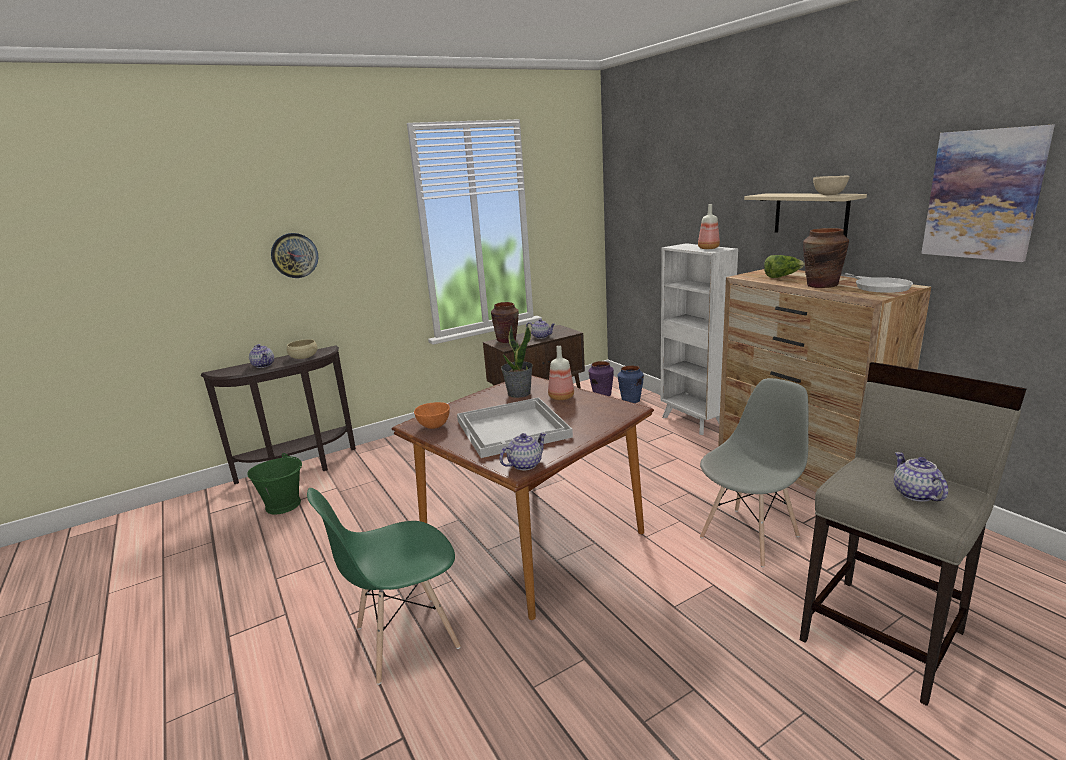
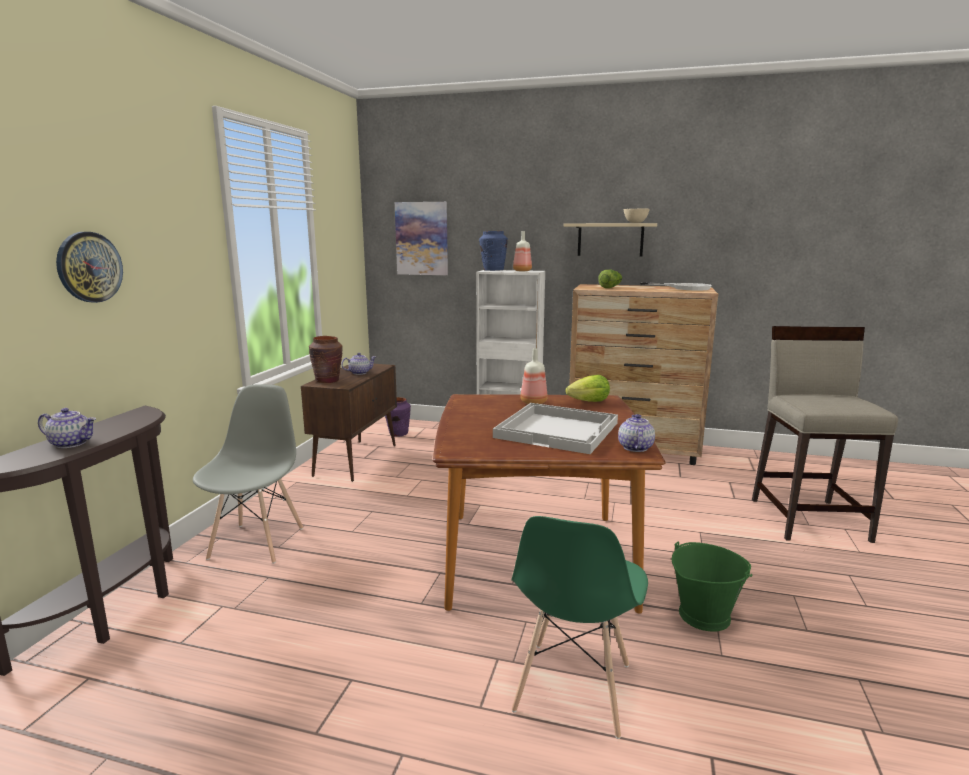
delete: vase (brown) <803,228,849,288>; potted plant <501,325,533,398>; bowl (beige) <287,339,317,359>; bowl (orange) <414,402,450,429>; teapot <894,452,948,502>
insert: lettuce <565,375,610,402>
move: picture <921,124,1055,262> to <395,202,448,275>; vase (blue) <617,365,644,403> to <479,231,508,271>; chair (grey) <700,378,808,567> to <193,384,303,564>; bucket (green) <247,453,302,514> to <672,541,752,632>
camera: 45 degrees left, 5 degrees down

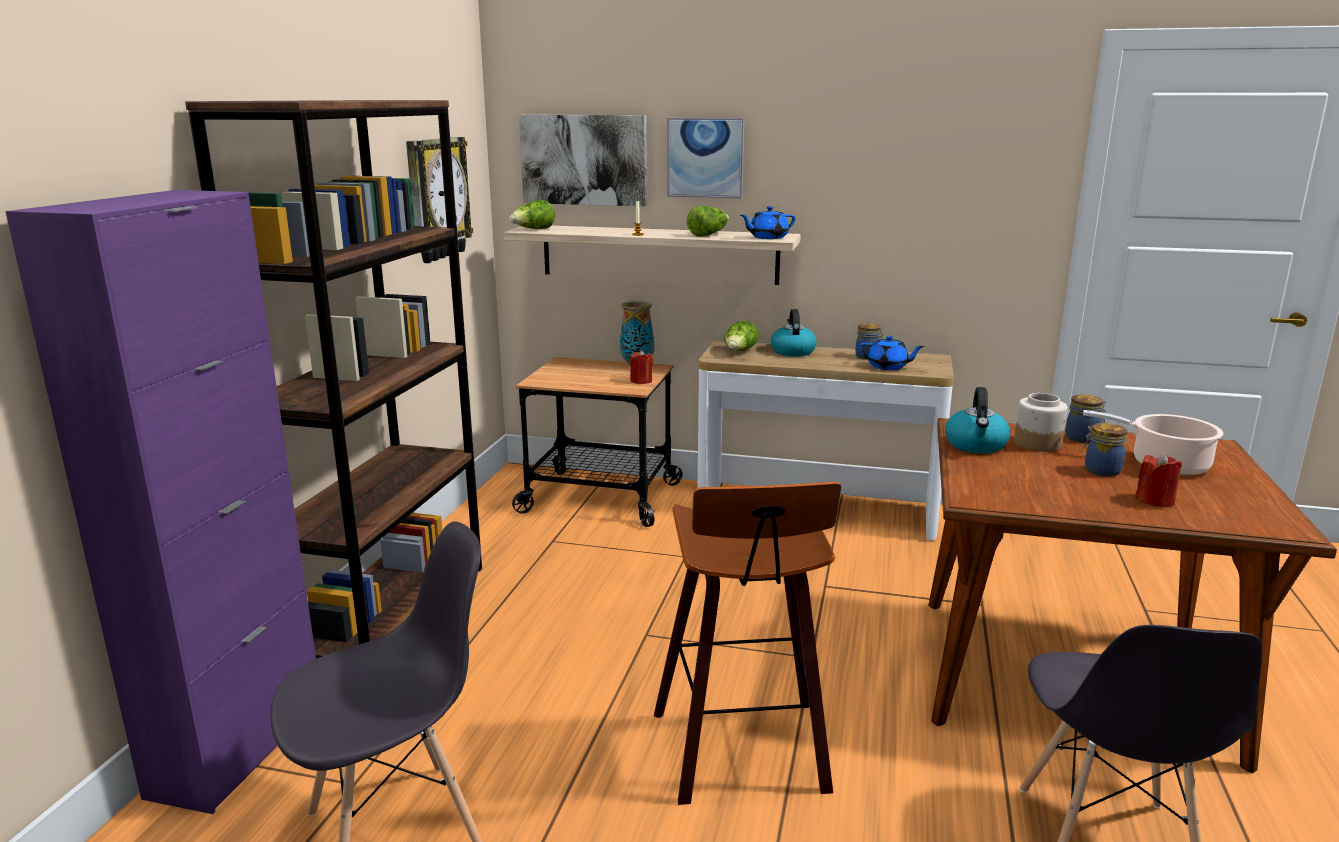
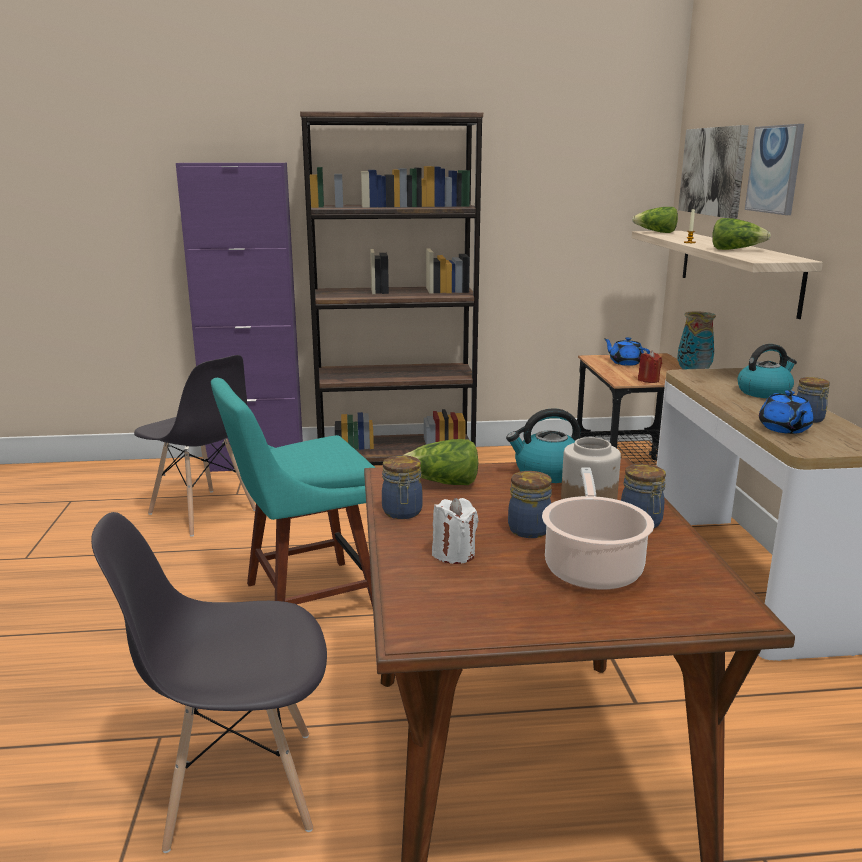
delete: wall clock <406,137,473,263>
insert: jar <382,455,423,519>
move: teapot (blue) <741,206,796,239> to <604,337,650,366>; lettuce <724,321,758,351> to <404,439,478,485>
replace: stool <654,482,841,805> to chair (turquoise) <211,378,375,607>
recolor: candle (red) <1135,453,1182,508> to candle (white) <432,498,479,564>
camera: 70 degrees right, 0 degrees up

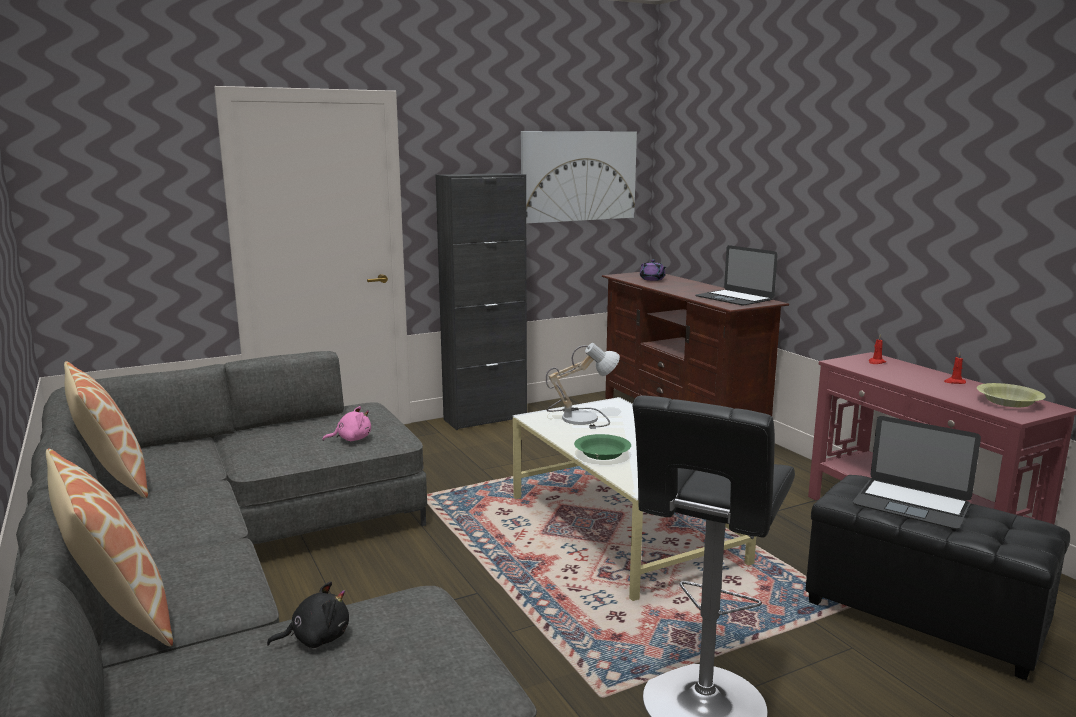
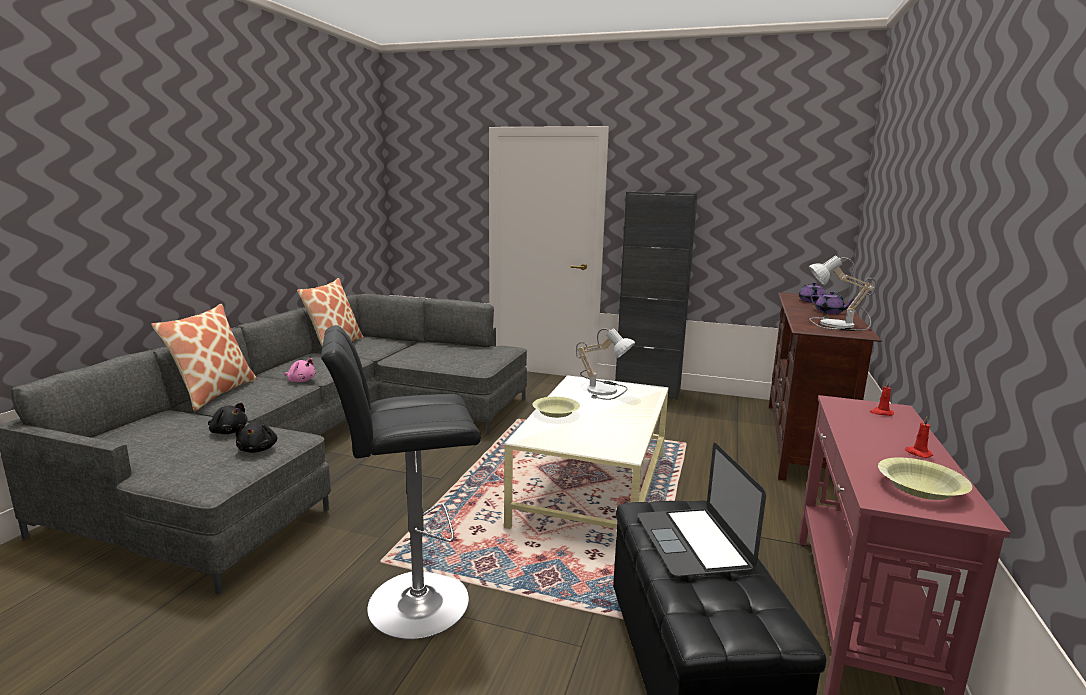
delete: picture <521,131,637,224>
insert: teapot (purple) <811,291,854,314>; plush toy (black) <236,422,277,453>
move: plush toy (pink) <323,406,371,441> to <284,358,316,382>
replace: laptop <695,245,778,305> to table lamp <809,255,877,331>
recolor: bowl (green) <574,434,631,460> to bowl (yellow) <533,397,580,418>
camera: 45 degrees right, 0 degrees up

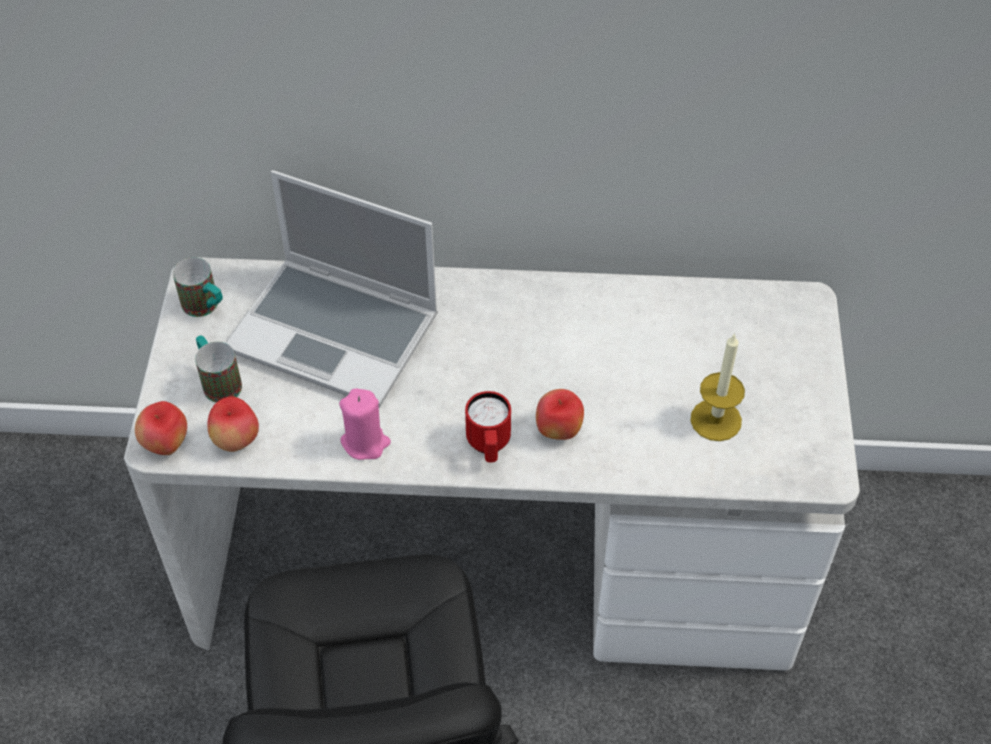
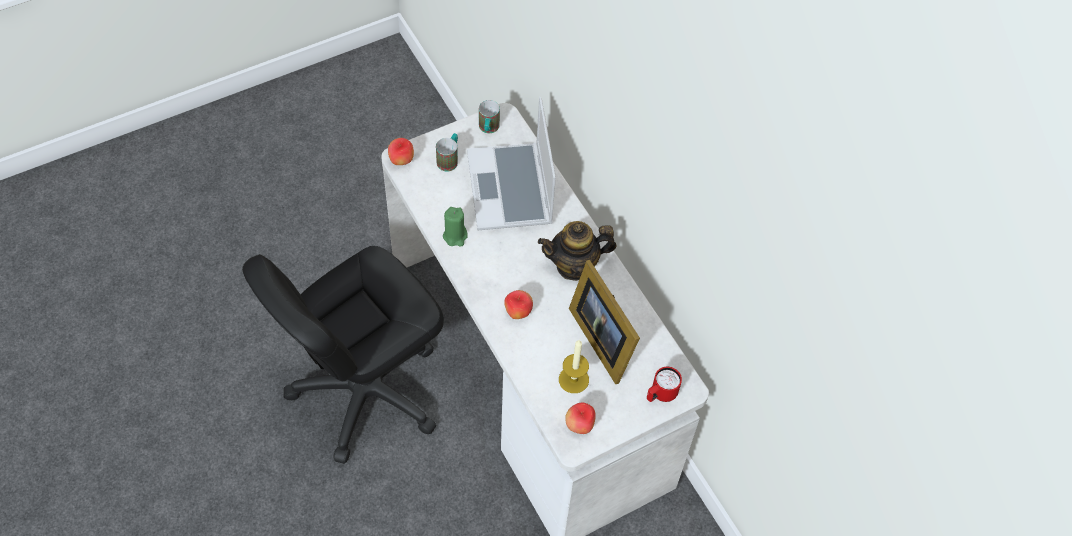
insert: teapot <538,221,616,281>; picture frame <569,260,640,384>
move: mug (red) <465,391,511,463> to <647,367,682,402>; apple <207,396,259,452> to <565,403,596,434>
recolor: candle (pink) <339,389,391,460> to candle (green) <443,207,468,246>
camera: 55 degrees right, 5 degrees up

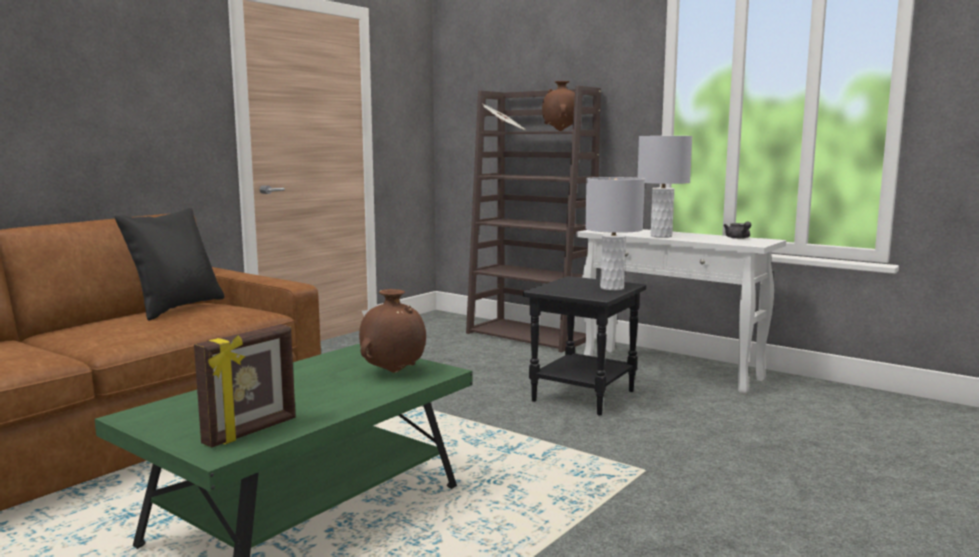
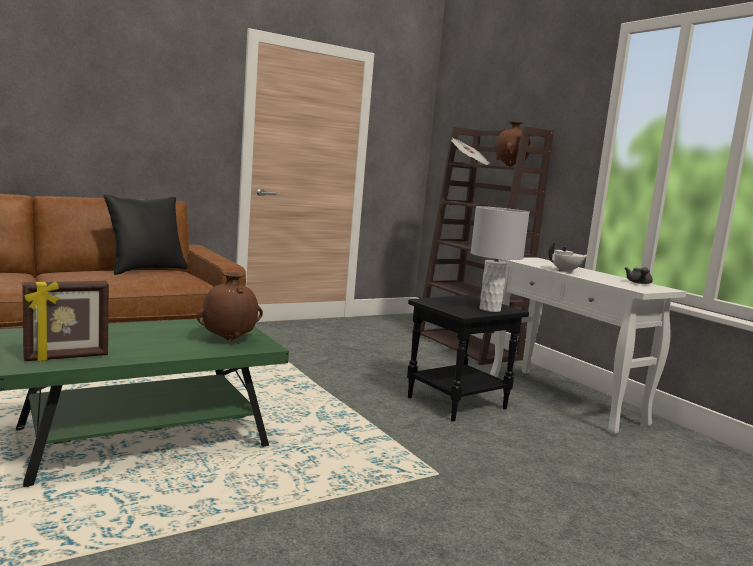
replace: table lamp (grey) <638,136,692,238> to teapot (white) <548,242,588,273>
camera: 20 degrees right, 0 degrees up

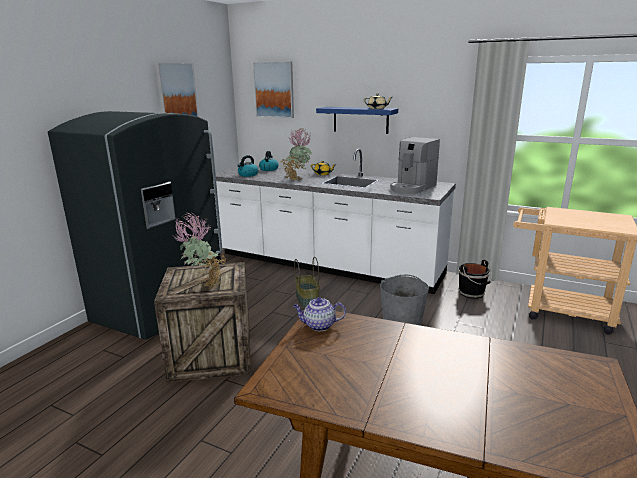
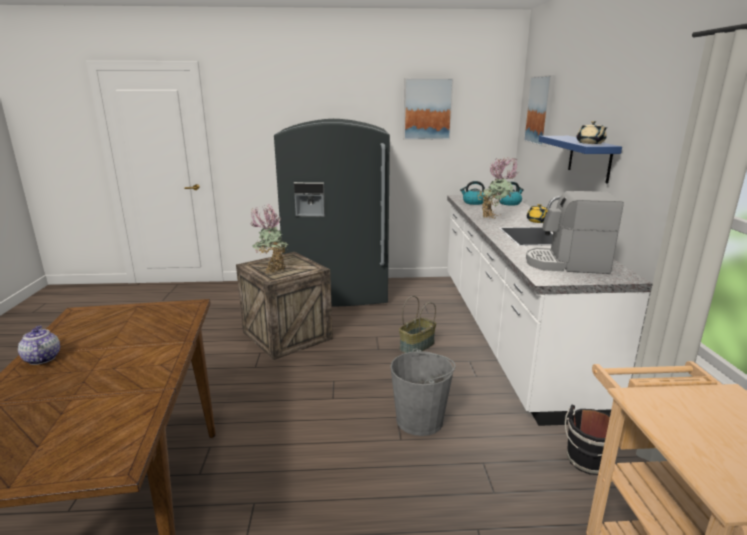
move: teapot <293,297,346,331> to <18,325,60,365>
camera: 60 degrees right, 0 degrees up

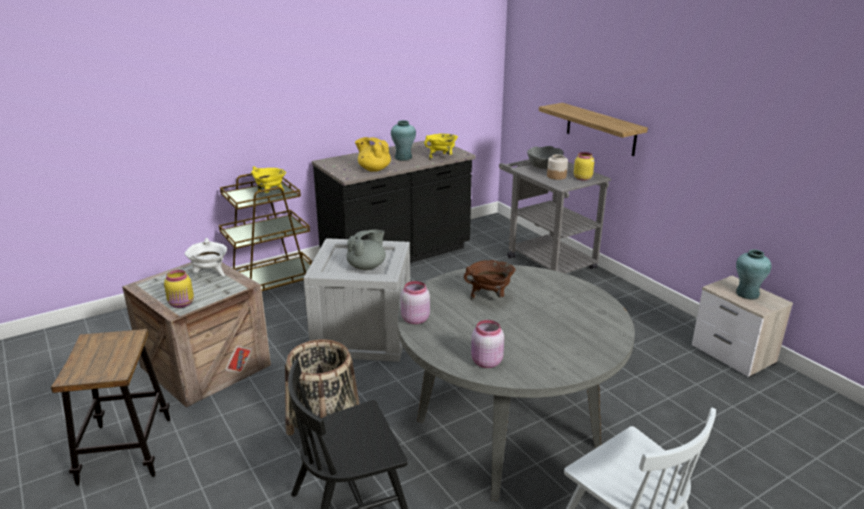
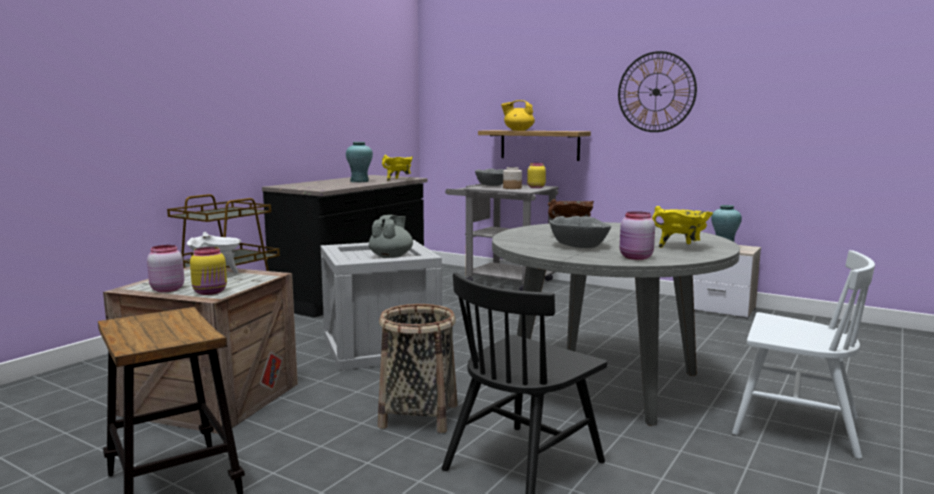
insert: wall clock <618,51,697,132>; bowl (grey) <549,216,611,248>
move: teapot (yellow) <355,137,391,172> to <501,100,535,131>; cooking pot (yellow) <251,166,286,193> to <652,206,713,248>; jar (pink) <401,281,430,324> to <147,245,184,292>
camera: 25 degrees left, 15 degrees down

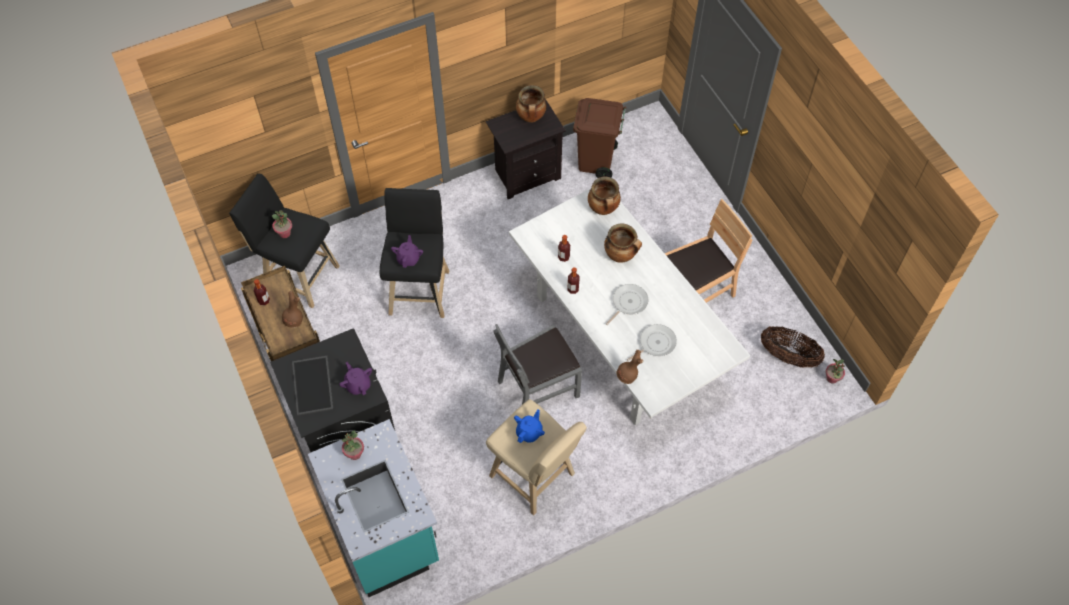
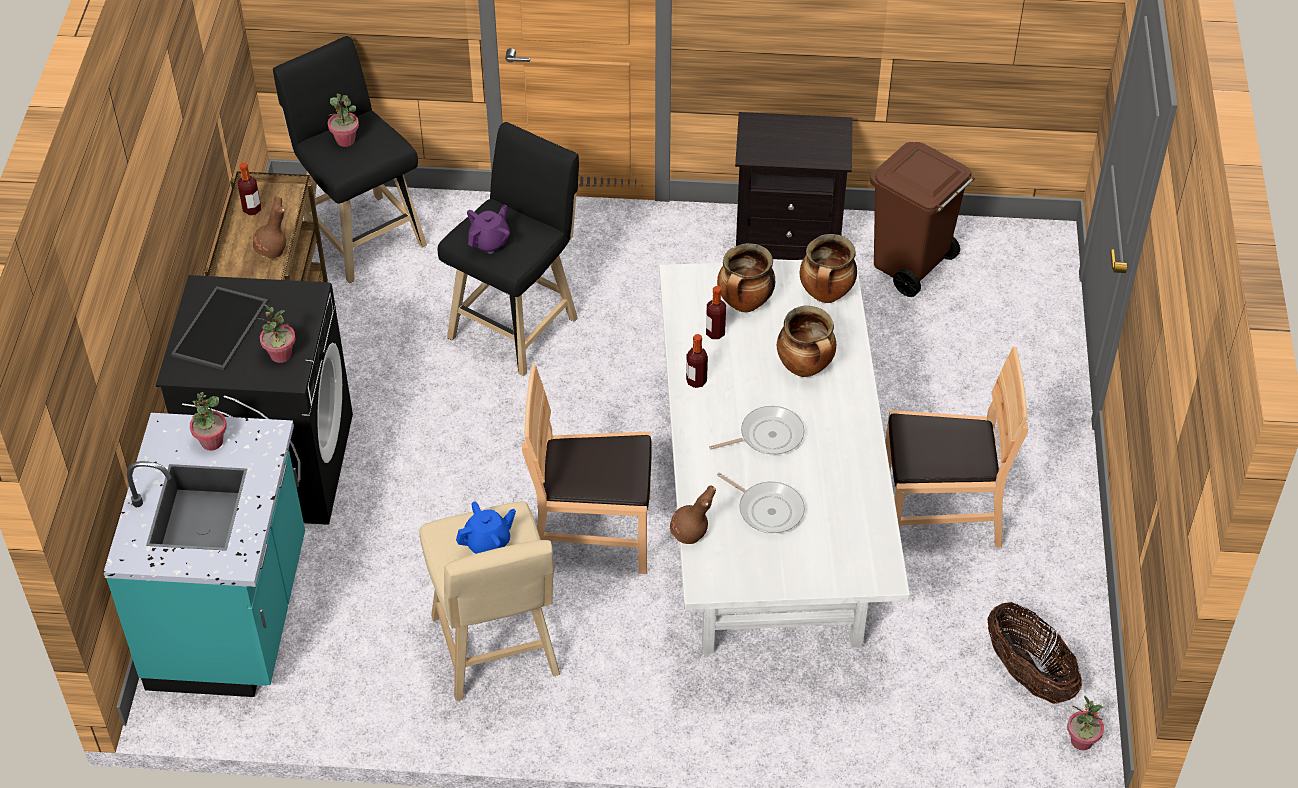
move: cooking pot <516,85,547,122> to <717,243,775,313>
replace: teapot (purple) <339,362,372,395> to potted plant <257,304,296,363>
recolor: chair (grey) <494,324,582,405> to chair (brown) <522,365,652,574>
rotate: frying pan <627,324,677,361> = <717,472,805,533> 45 degrees clockwise
camera: 30 degrees right, 10 degrees down

